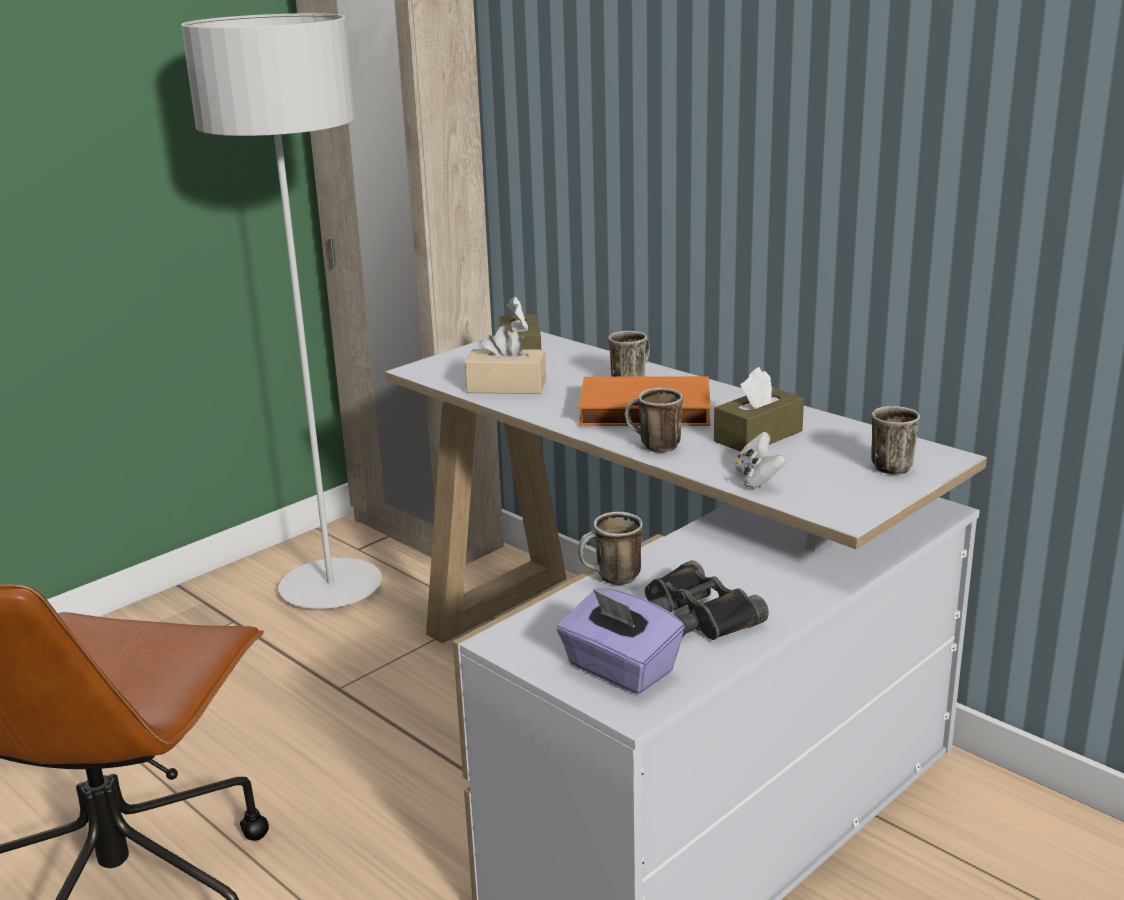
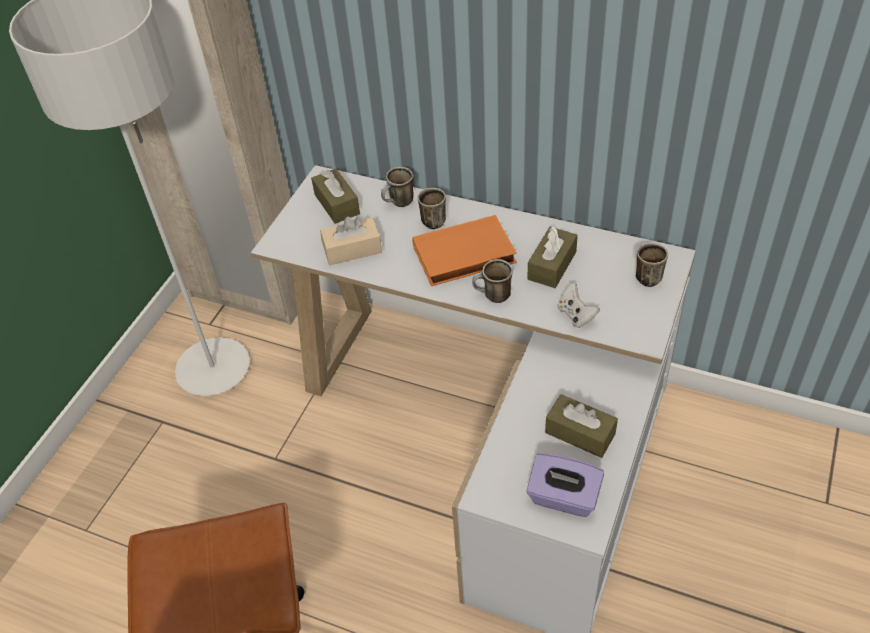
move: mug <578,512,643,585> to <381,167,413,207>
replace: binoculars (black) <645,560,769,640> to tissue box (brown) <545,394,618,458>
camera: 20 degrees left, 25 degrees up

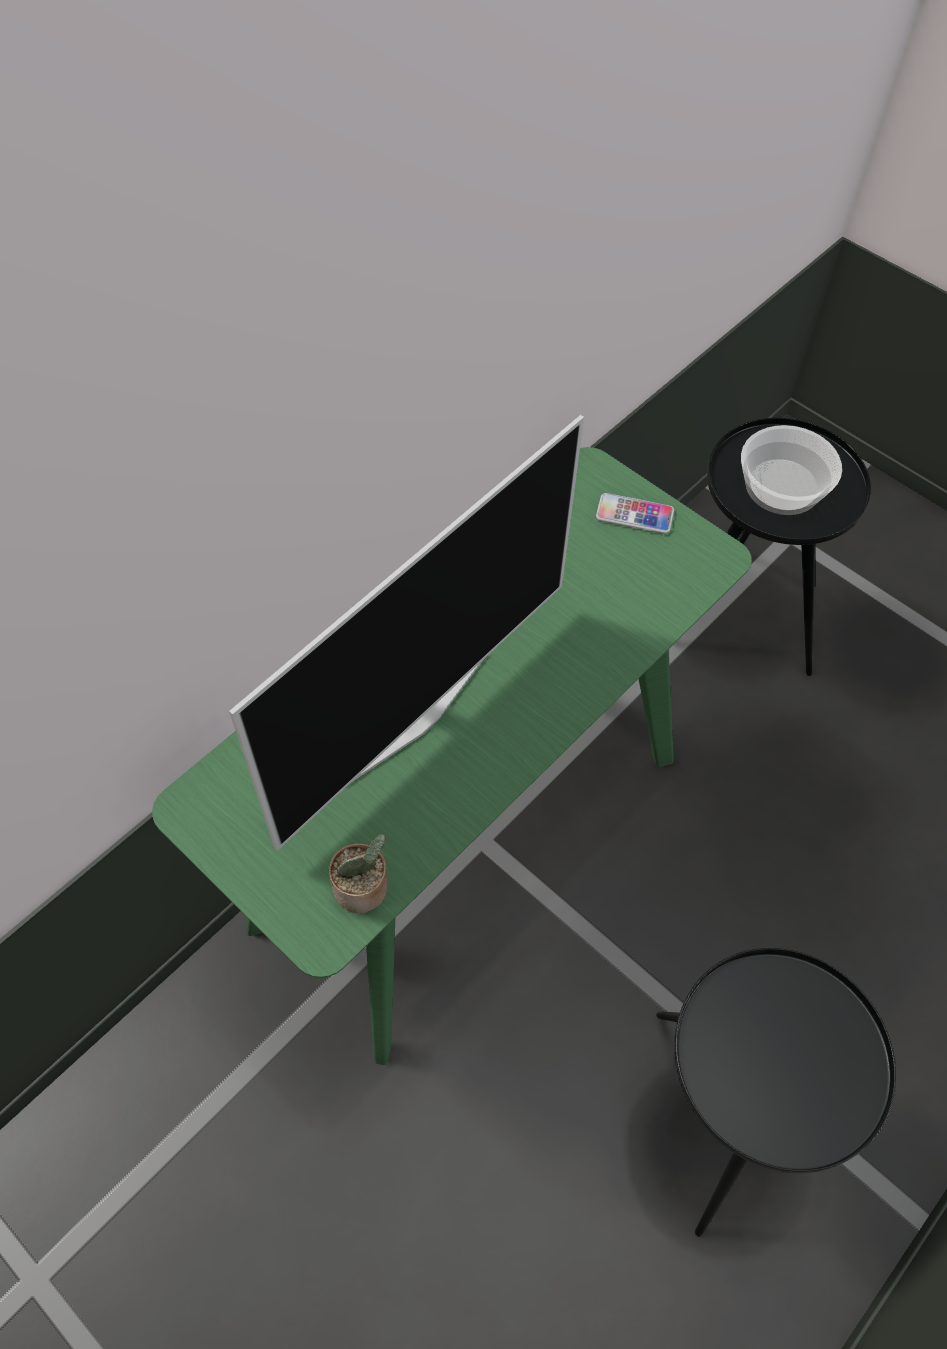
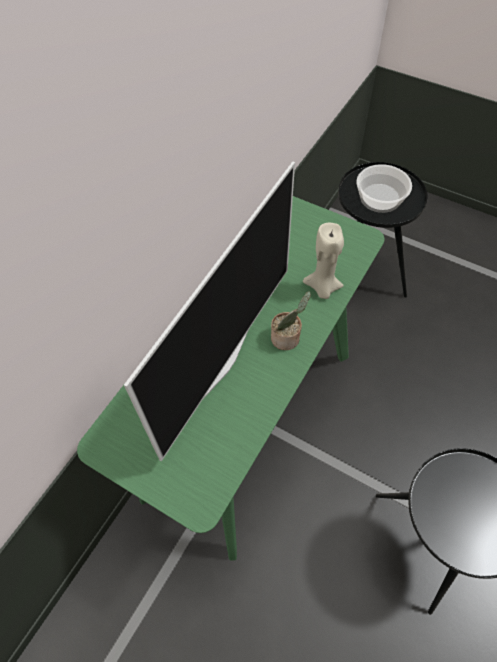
delete: phone <596,493,674,534>
insert: candle (beige) <303,223,344,299>
move: potted plant <329,833,387,913> to <271,291,311,350>
camera: 10 degrees left, 0 degrees up

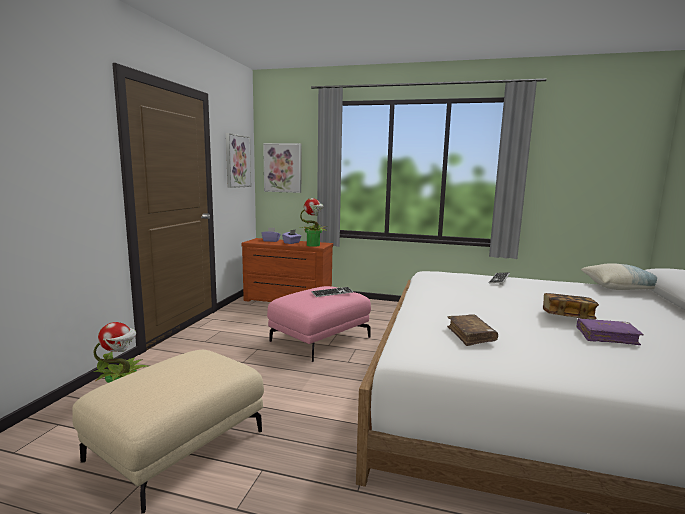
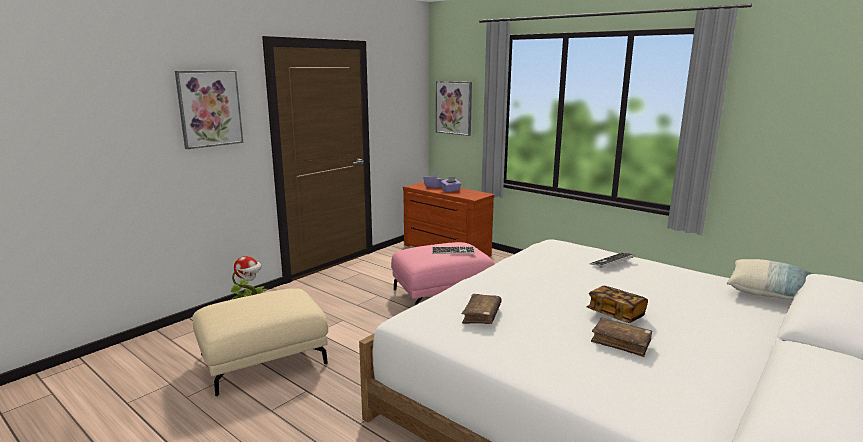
delete: potted plant <299,198,327,247>
move: picture <226,133,251,188> to <175,71,243,149>
recolor: book (purple) <576,318,643,345> to book (brown) <591,318,653,357>
camera: 25 degrees right, 5 degrees up

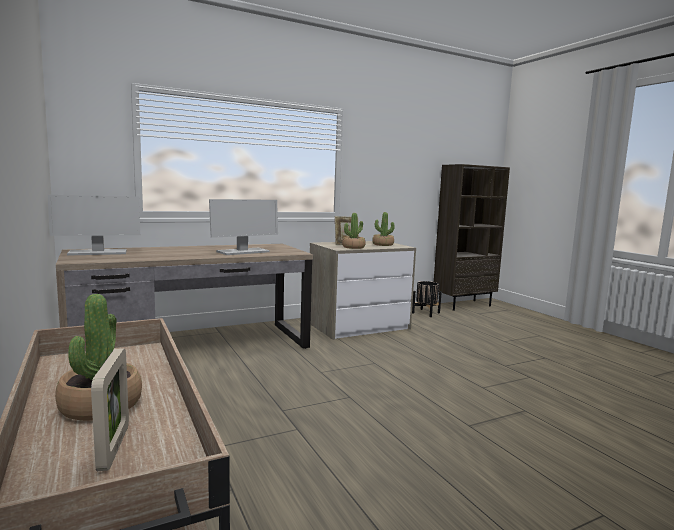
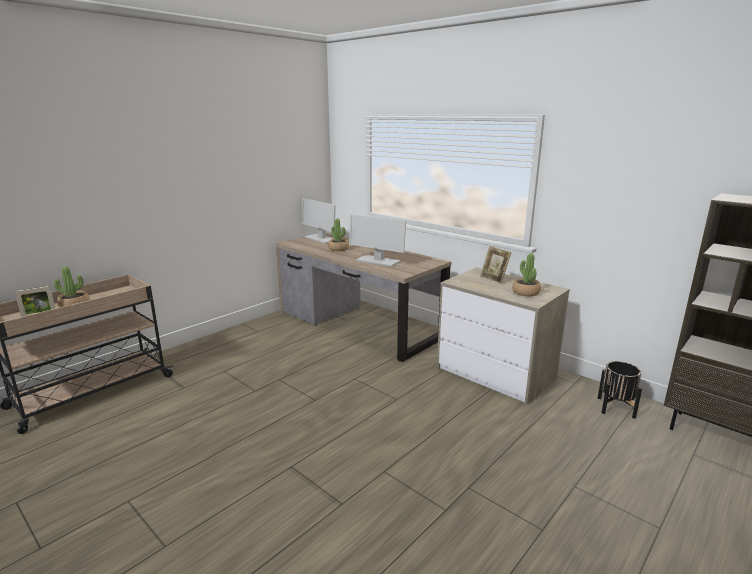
move: potted plant <342,213,365,249> to <328,219,349,251>
camera: 70 degrees right, 10 degrees up

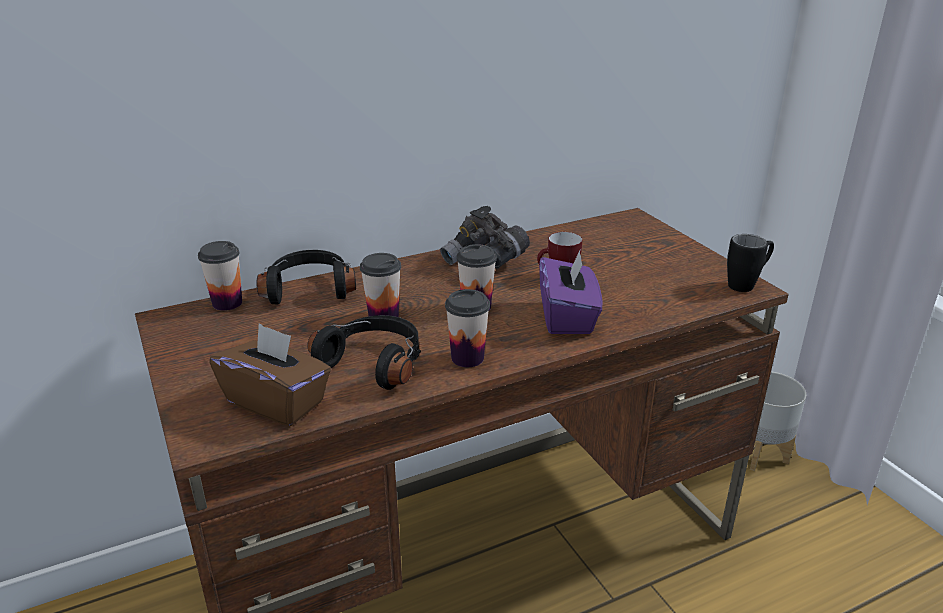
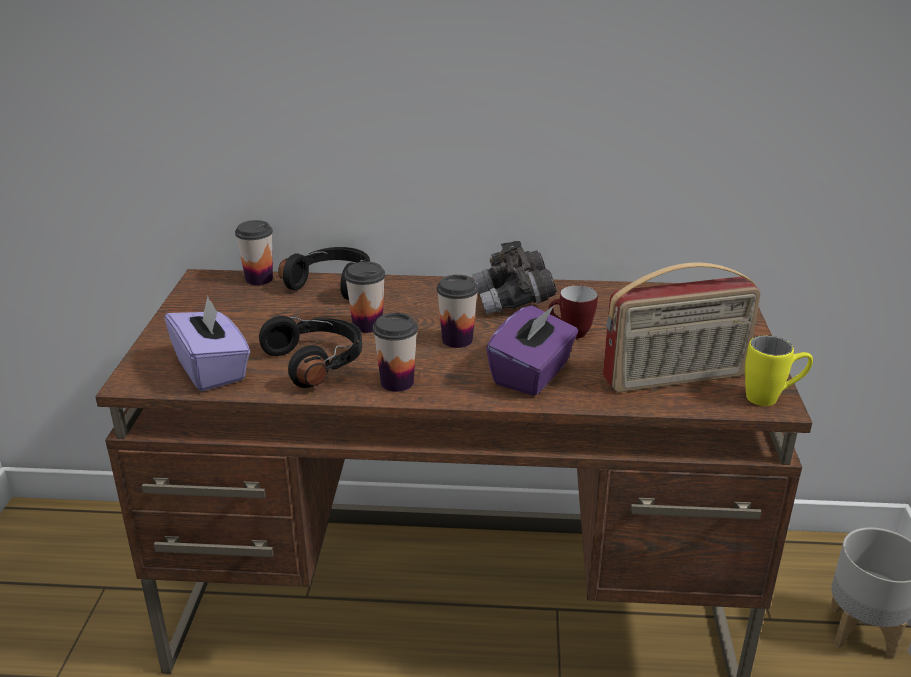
insert: radio <603,263,761,392>
recolor: mug (black) <727,234,774,292> to mug (yellow) <745,335,813,406>; tissue box (brown) <209,323,331,426> to tissue box (purple) <164,296,250,391>
camera: 30 degrees right, 0 degrees up

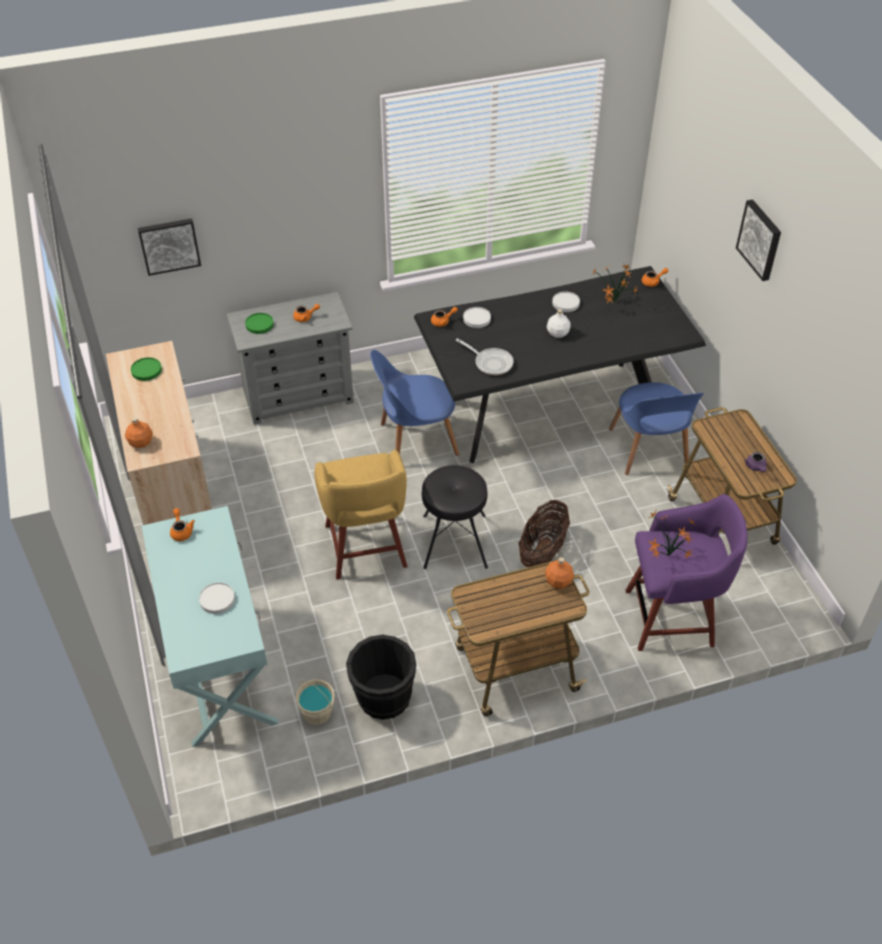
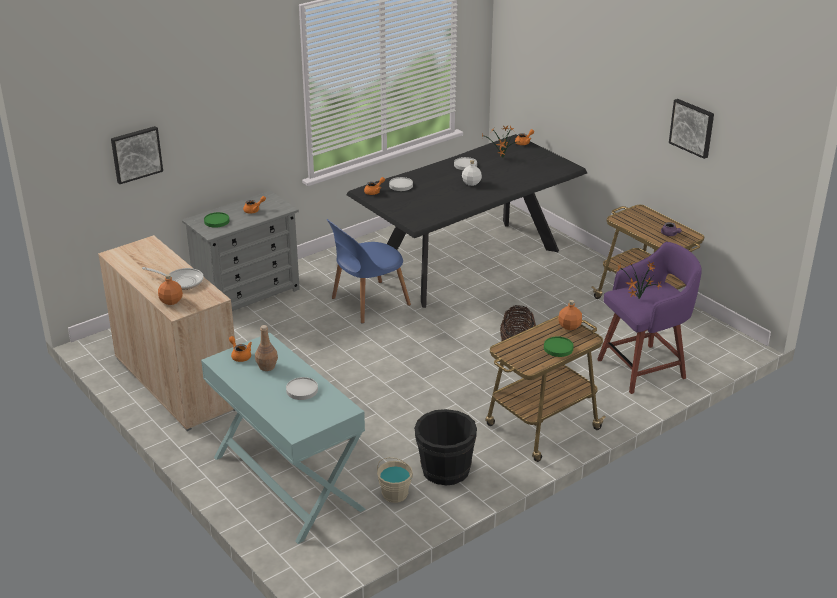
delete: chair (blue) <609,382,704,475>; stool (yellow) <315,450,408,580>; stool (black) <422,465,488,569>
insert: bottle (brown) <255,325,278,371>
move: picture <736,199,781,281> to <669,99,714,159>; frying pan <456,338,514,375> to <142,267,203,290>; plate (green) <131,357,162,381> to <544,337,574,357>
camera: 20 degrees left, 15 degrees down

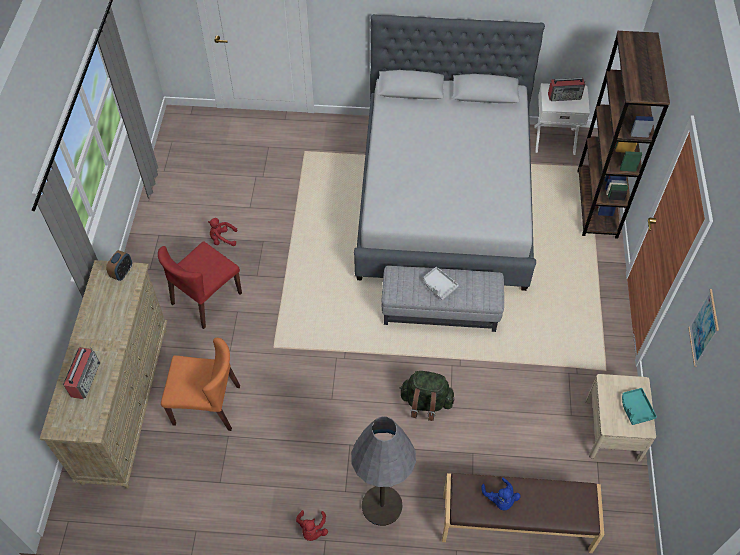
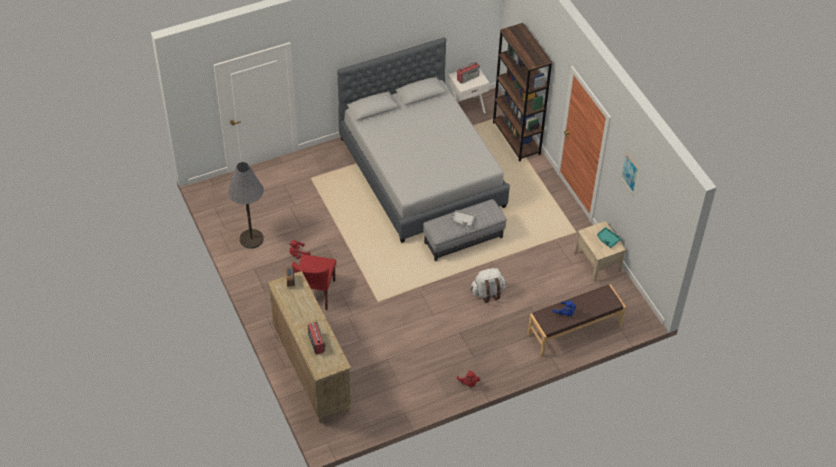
delete: chair (orange) <161,338,240,431>
move: floor lamp (grey) <351,416,416,526> to <228,162,264,249>
recolor: backpack (green) <399,371,454,421> to backpack (white) <471,268,505,303>
camera: 30 degrees left, 5 degrees down

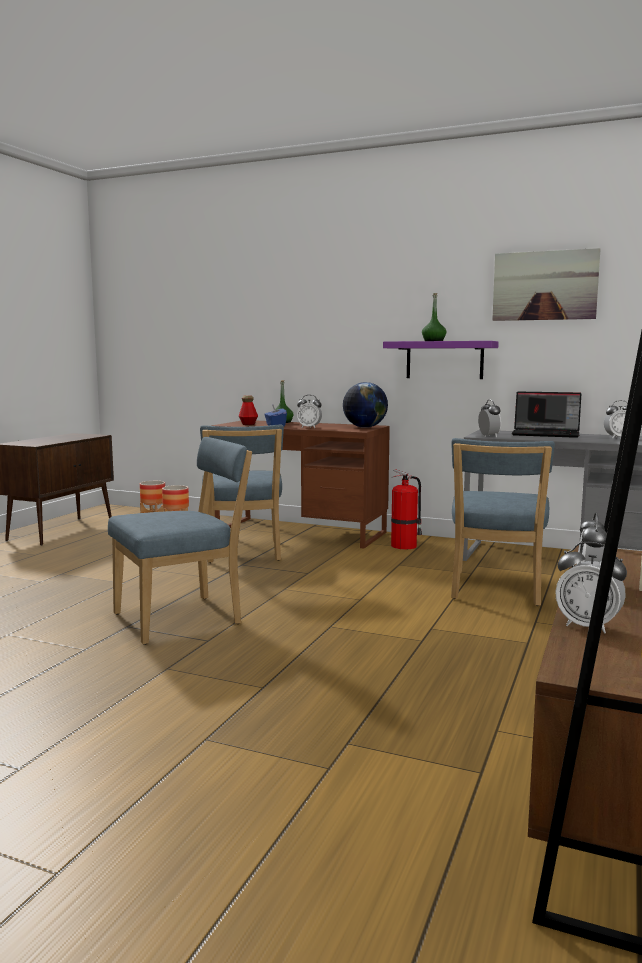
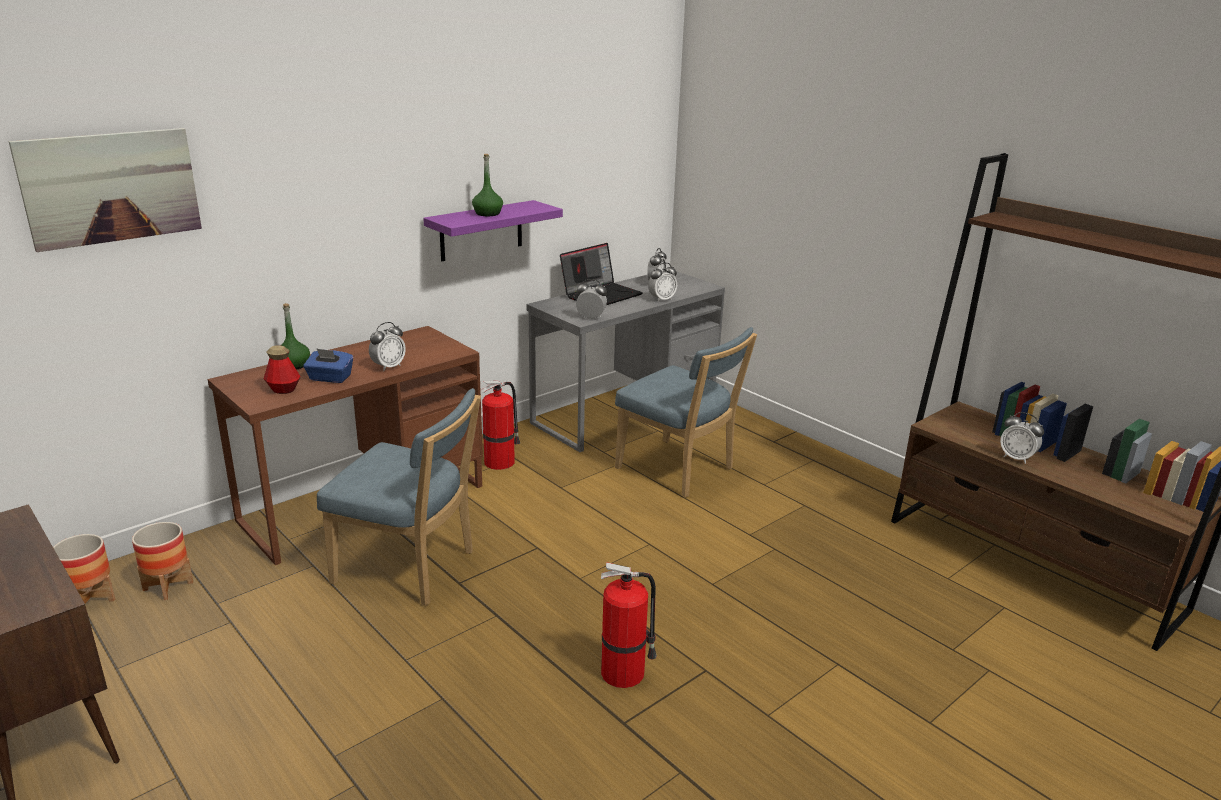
delete: globe <343,382,388,428>
move: picture <492,248,600,321> to <9,128,202,252>; alarm clock <555,542,627,634> to <648,263,677,302>
replace: chair (blue) <108,437,252,645> to fire extinguisher <601,562,657,688>
camera: 65 degrees left, 15 degrees up

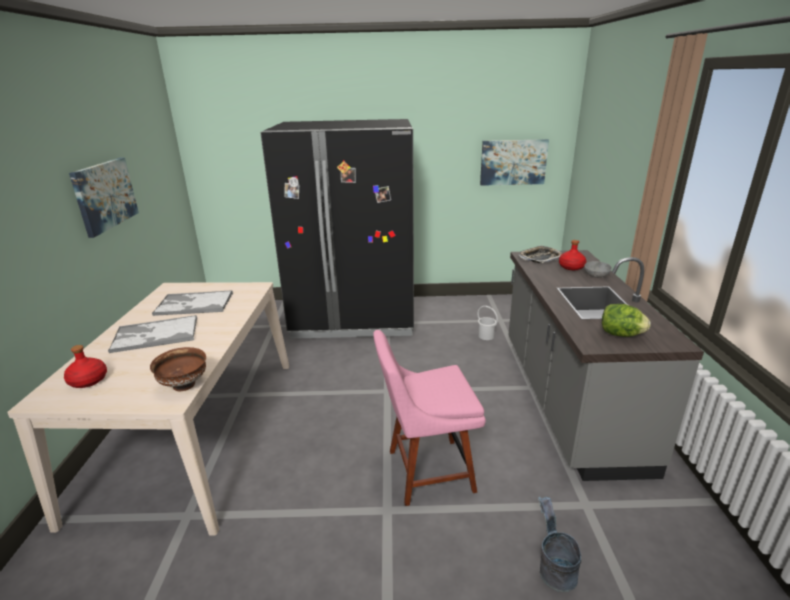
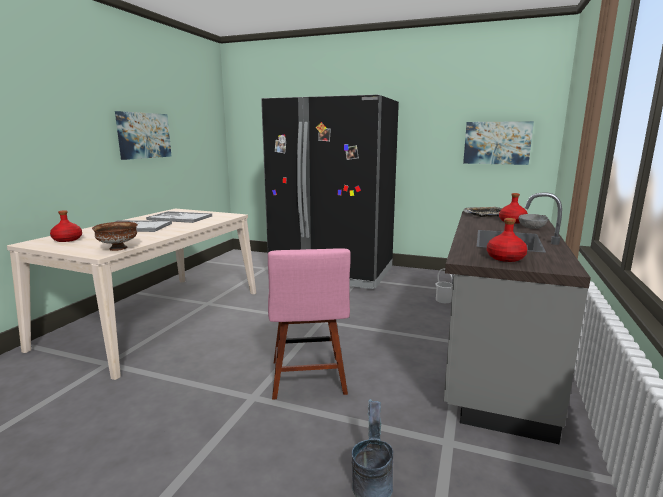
replace: lettuce <602,304,651,337> to bottle (red) <487,218,527,262>
rotate: chair (pink) <373,330,486,506> = <268,248,351,400> 105 degrees counterclockwise
camera: 20 degrees right, 10 degrees down

